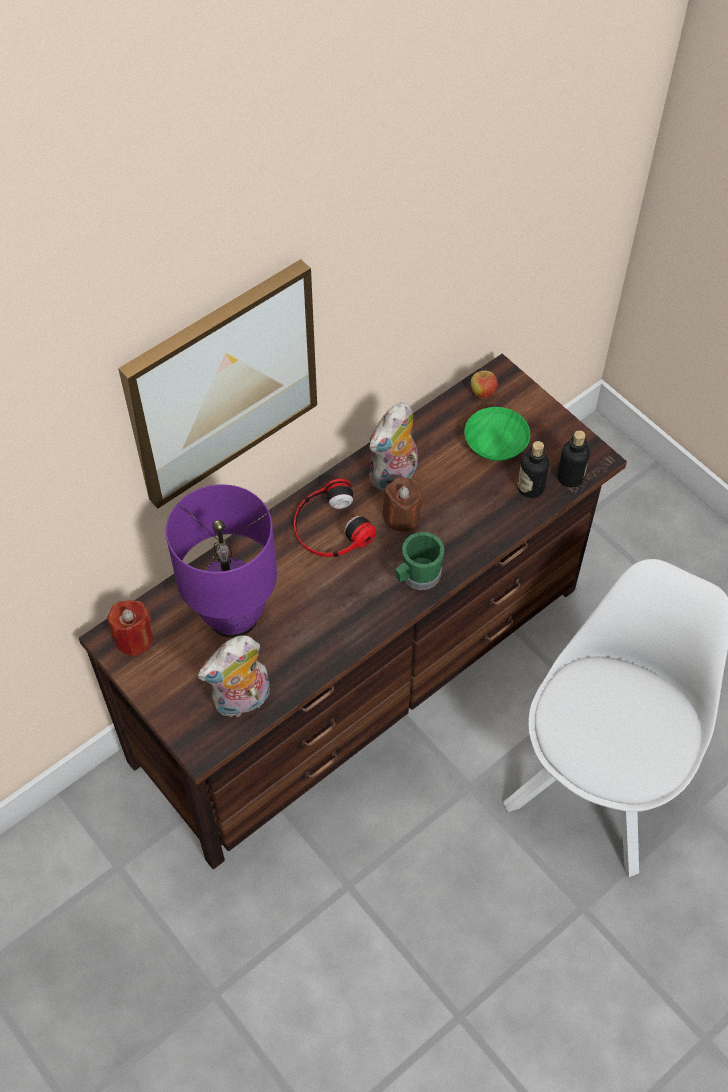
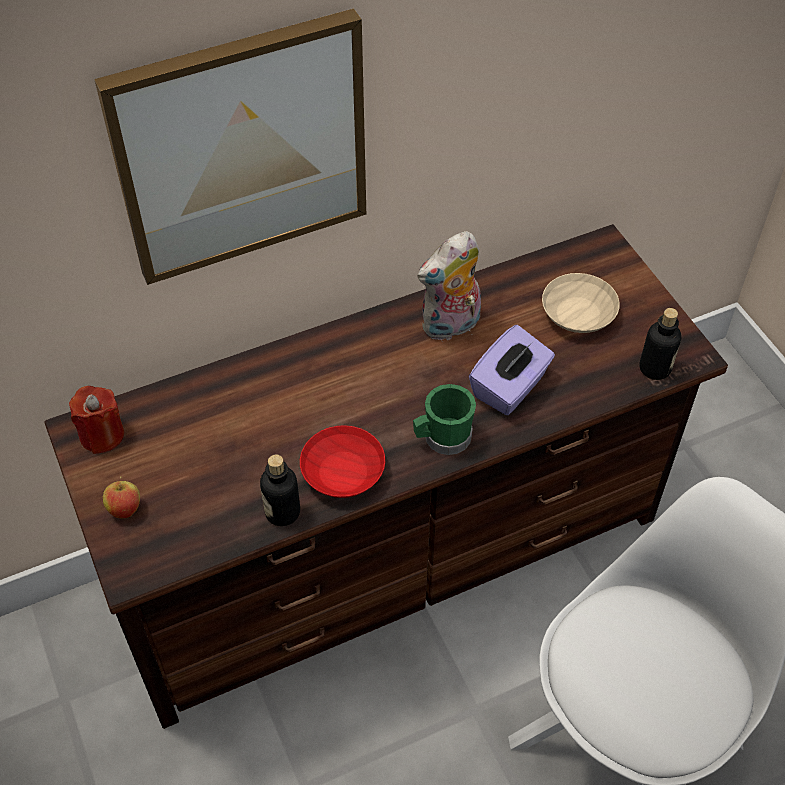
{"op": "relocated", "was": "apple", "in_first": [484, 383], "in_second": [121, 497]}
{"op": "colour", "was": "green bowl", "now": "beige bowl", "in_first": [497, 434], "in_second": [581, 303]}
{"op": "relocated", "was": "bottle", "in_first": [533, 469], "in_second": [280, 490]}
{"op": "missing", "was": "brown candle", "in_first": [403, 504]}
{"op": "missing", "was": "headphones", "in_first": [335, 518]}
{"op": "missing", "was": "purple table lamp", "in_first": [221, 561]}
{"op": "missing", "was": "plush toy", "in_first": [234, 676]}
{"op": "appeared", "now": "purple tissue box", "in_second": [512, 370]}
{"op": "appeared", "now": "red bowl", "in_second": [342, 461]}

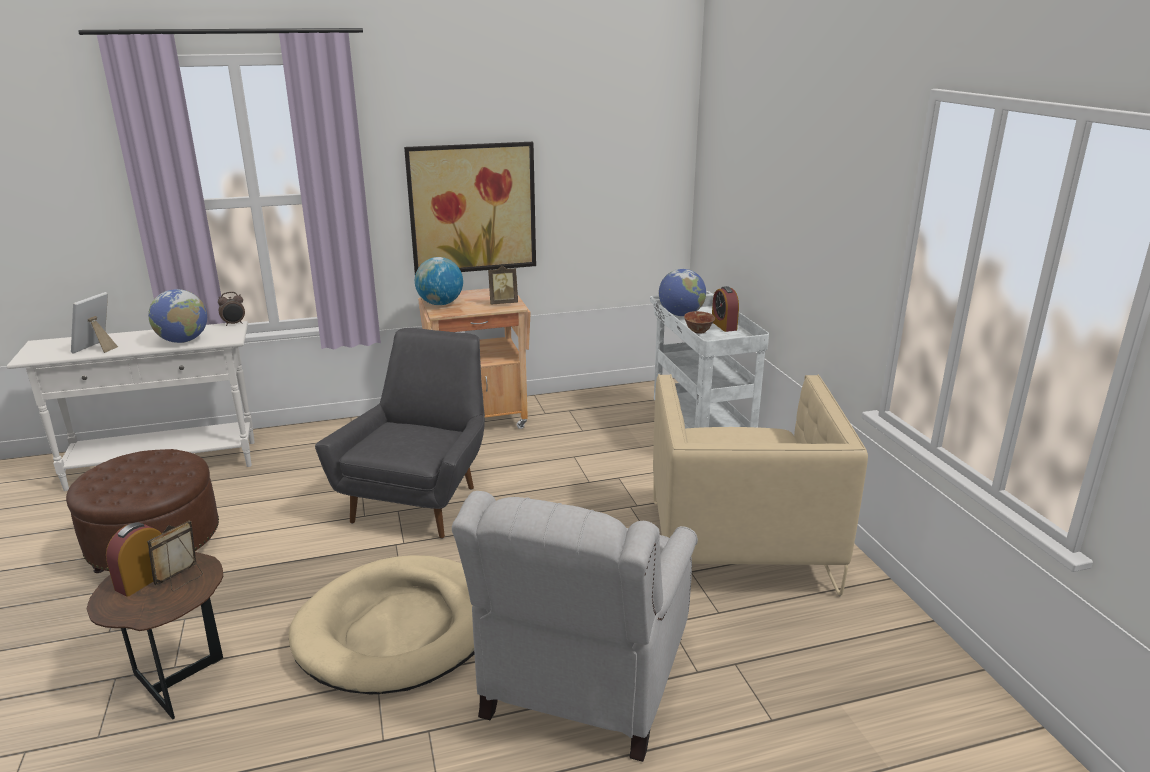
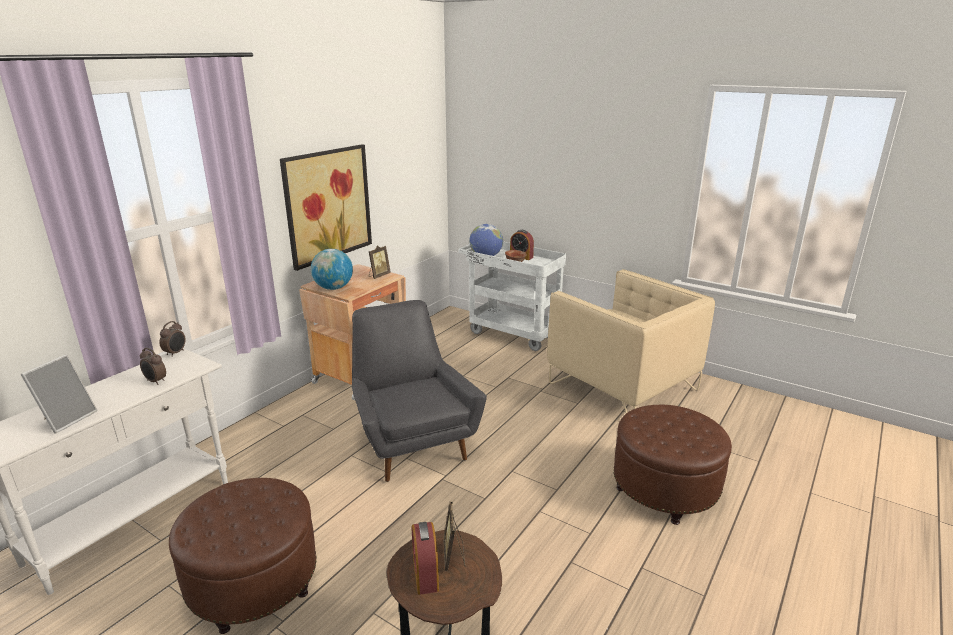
{"op": "exchanged", "was": "globe", "now": "alarm clock", "in_first": [177, 316], "in_second": [153, 366]}
{"op": "spun", "was": "picture frame", "in_first": [94, 323], "in_second": [59, 394], "clockwise": -135}
{"op": "exchanged", "was": "white armchair", "now": "brown ottoman", "in_first": [575, 626], "in_second": [672, 465]}
{"op": "missing", "was": "beige dog bed", "in_first": [381, 624]}

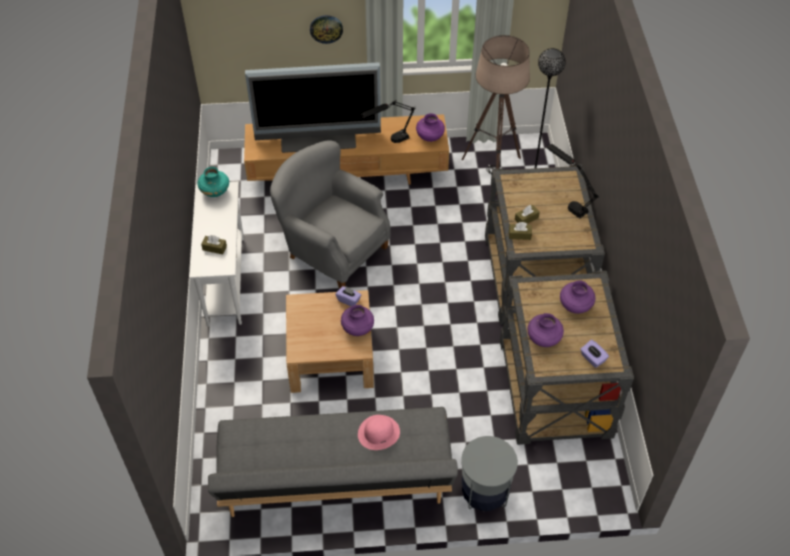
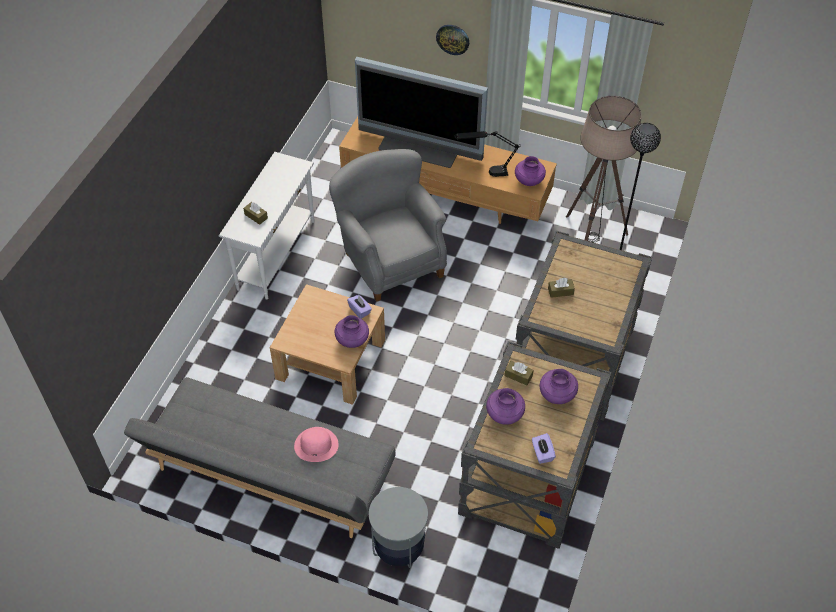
{"op": "missing", "was": "black table lamp", "in_first": [573, 181]}
{"op": "missing", "was": "turquoise vase", "in_first": [213, 182]}
{"op": "relocated", "was": "brown tissue box", "in_first": [520, 231], "in_second": [519, 373]}

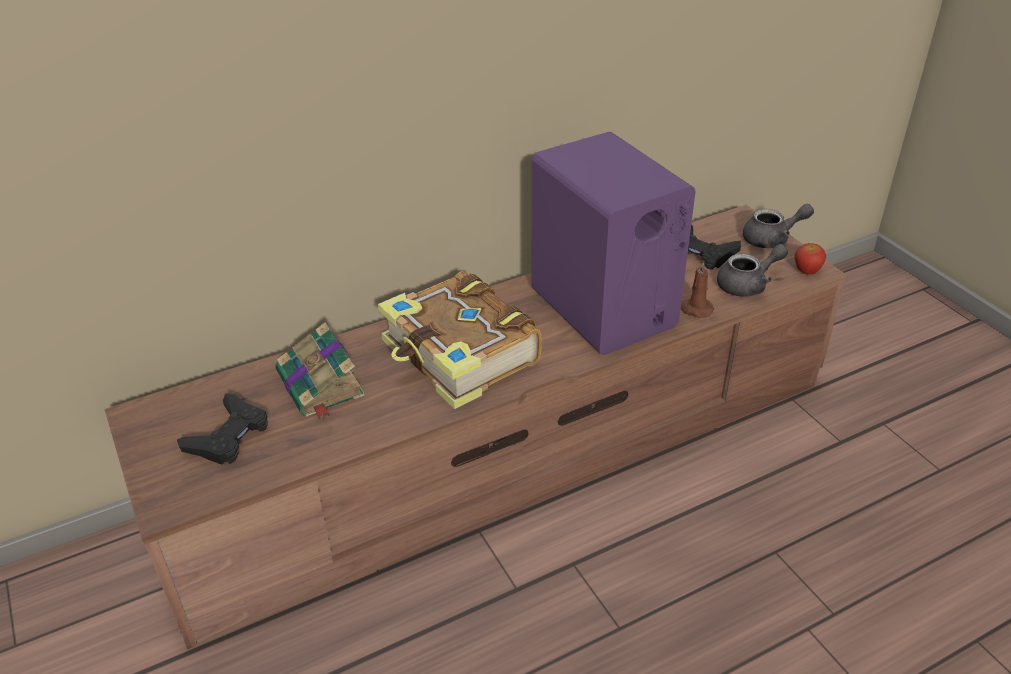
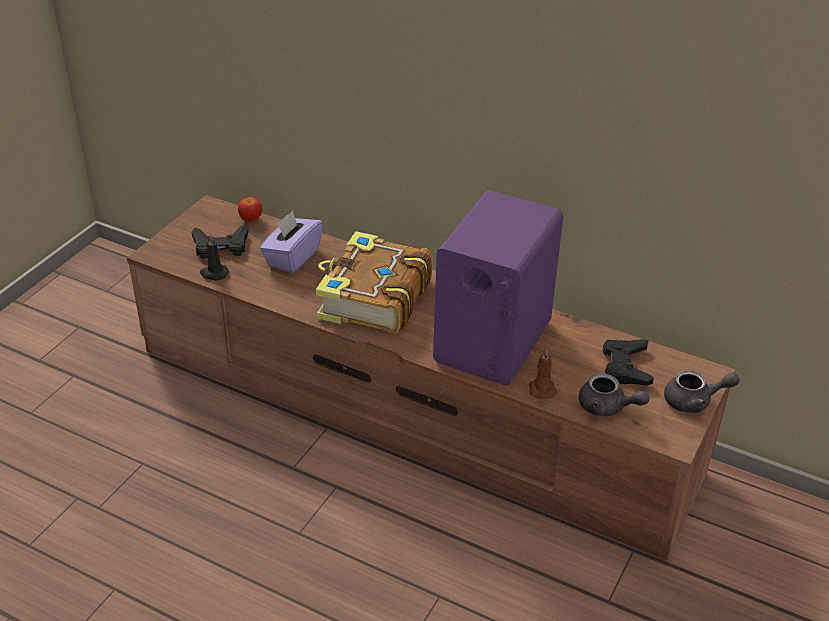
{"op": "spun", "was": "grey teapot", "in_first": [778, 226], "in_second": [702, 391], "clockwise": -45}
{"op": "relocated", "was": "apple", "in_first": [810, 259], "in_second": [250, 209]}
{"op": "exchanged", "was": "book", "now": "purple tissue box", "in_first": [320, 371], "in_second": [291, 241]}
{"op": "appeared", "now": "black candle", "in_second": [214, 257]}

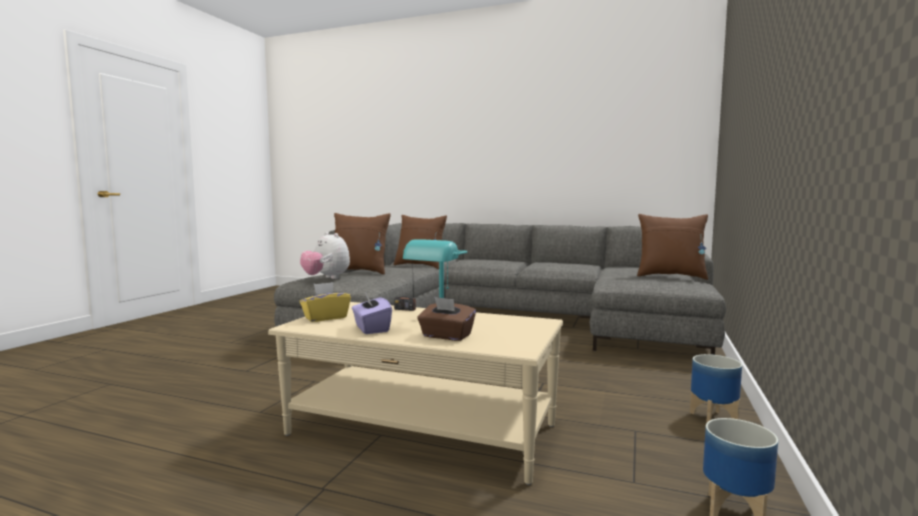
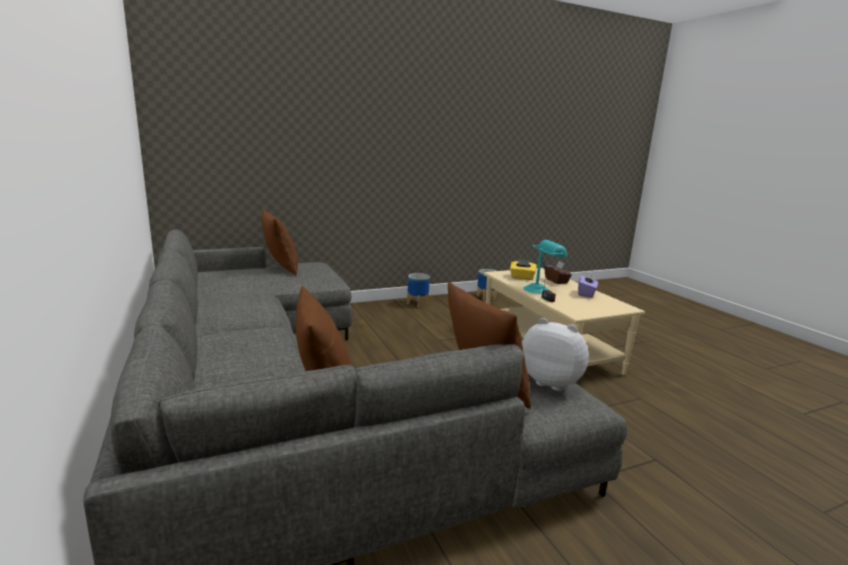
{"op": "spun", "was": "plush toy", "in_first": [325, 255], "in_second": [555, 354], "clockwise": -60}
{"op": "relocated", "was": "yellow tissue box", "in_first": [325, 302], "in_second": [523, 269]}

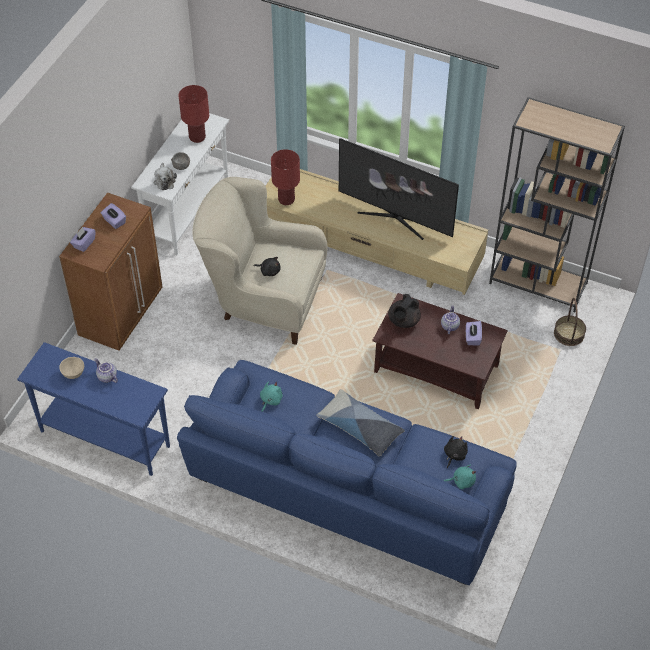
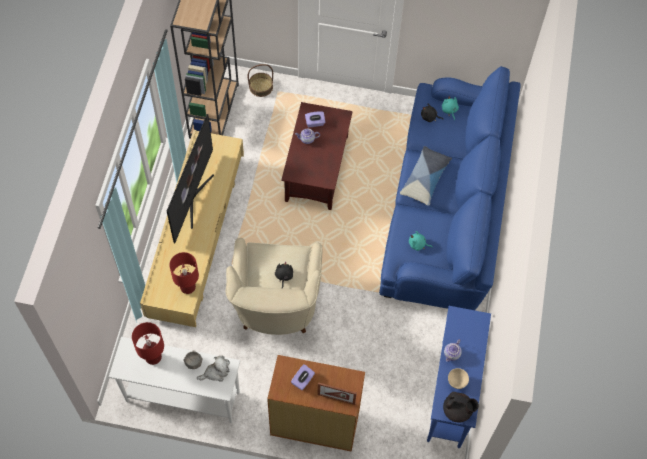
{"op": "exchanged", "was": "purple tissue box", "now": "picture frame", "in_first": [83, 239], "in_second": [337, 393]}
{"op": "relocated", "was": "black teapot", "in_first": [404, 311], "in_second": [461, 407]}

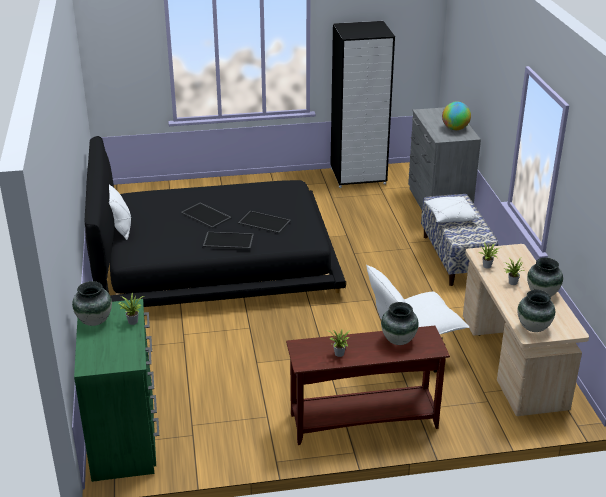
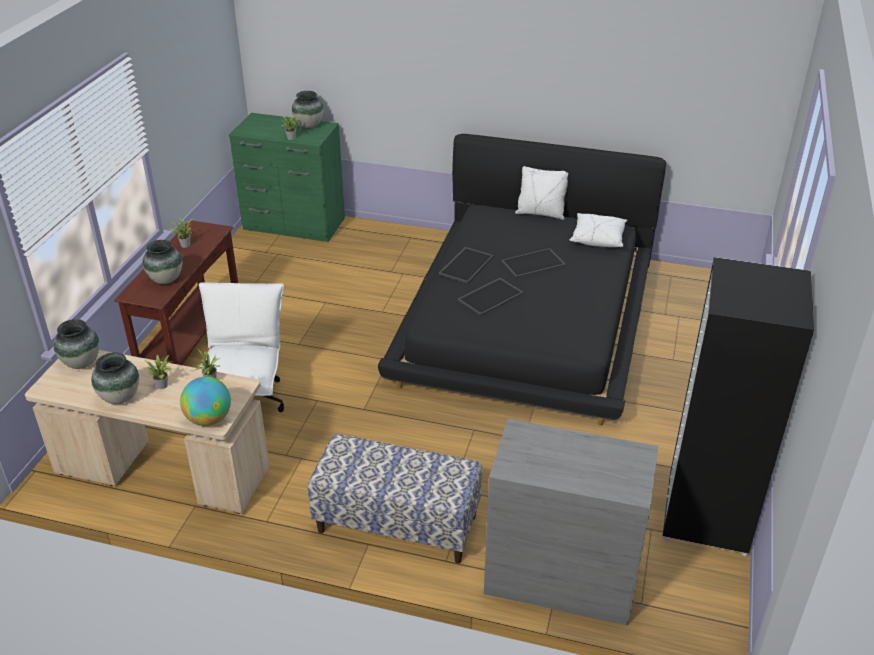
{"op": "relocated", "was": "globe", "in_first": [456, 115], "in_second": [205, 401]}
{"op": "relocated", "was": "white pillow", "in_first": [452, 209], "in_second": [598, 230]}

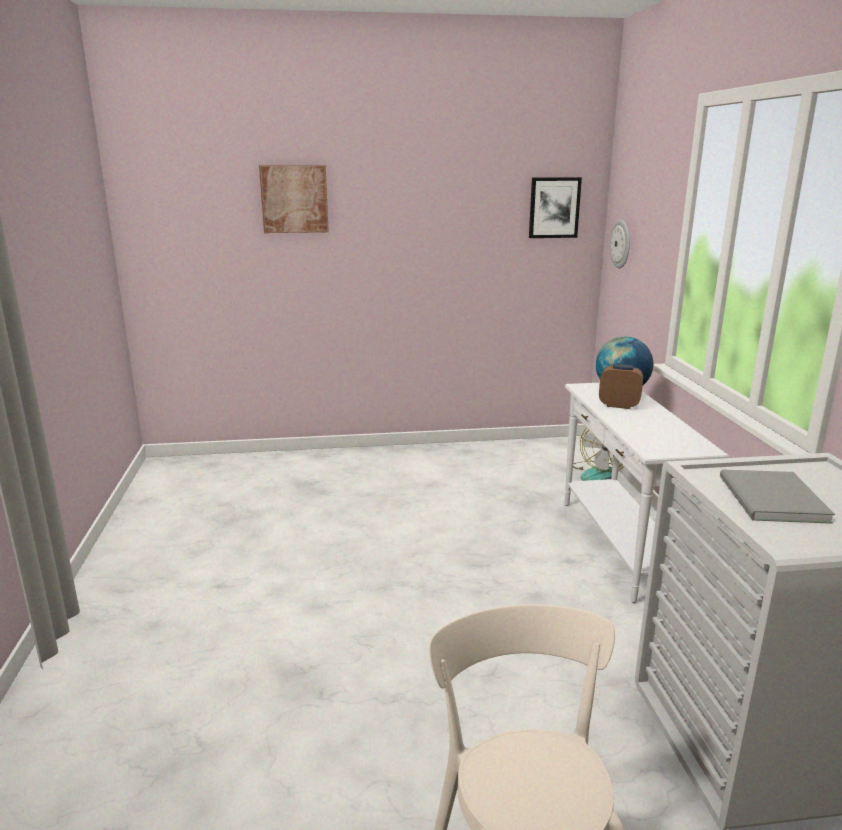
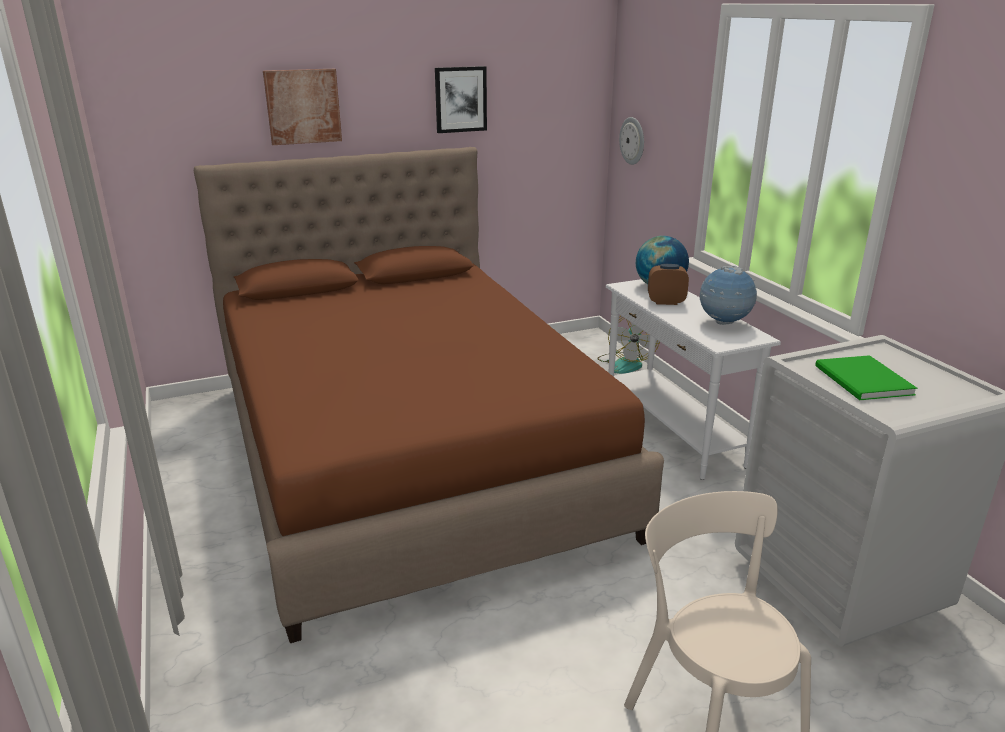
{"op": "relocated", "was": "picture", "in_first": [555, 207], "in_second": [461, 99]}
{"op": "colour", "was": "grey book", "now": "green book", "in_first": [777, 497], "in_second": [866, 377]}
{"op": "appeared", "now": "brown bed", "in_second": [428, 395]}
{"op": "appeared", "now": "globe", "in_second": [728, 295]}

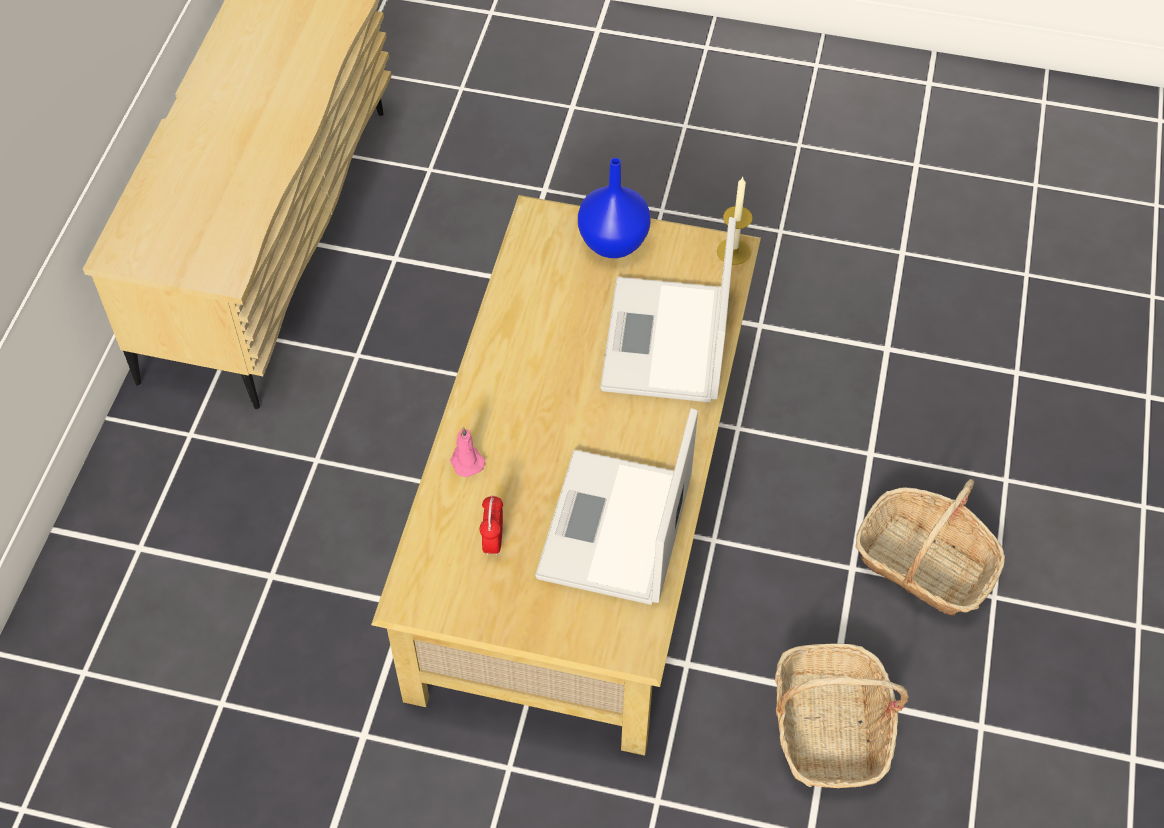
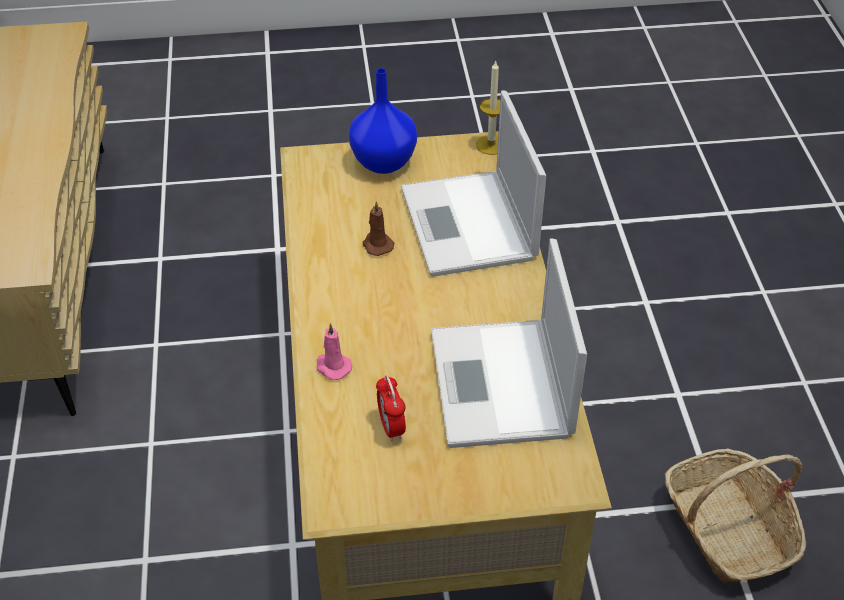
{"op": "missing", "was": "basket", "in_first": [930, 547]}
{"op": "appeared", "now": "brown candle", "in_second": [378, 228]}

